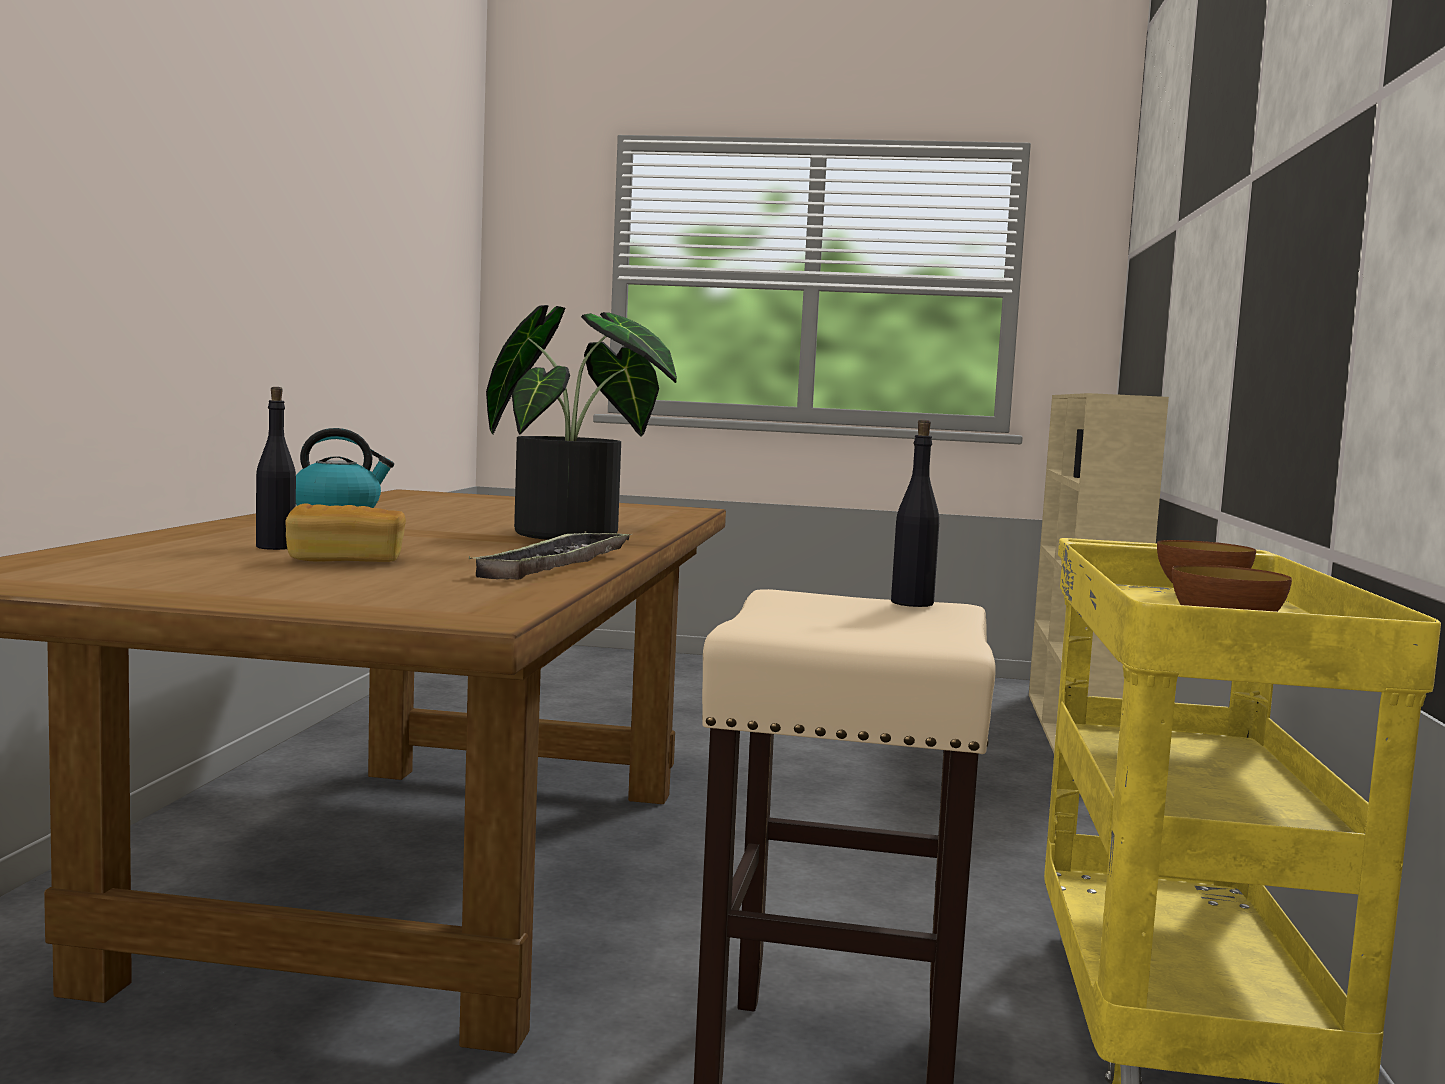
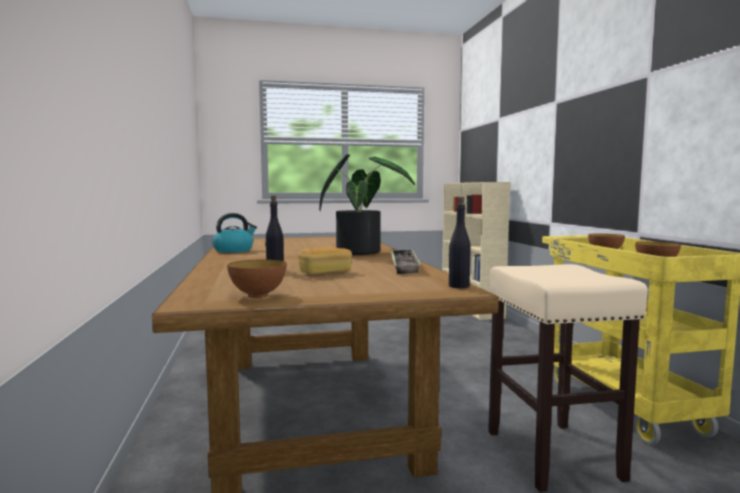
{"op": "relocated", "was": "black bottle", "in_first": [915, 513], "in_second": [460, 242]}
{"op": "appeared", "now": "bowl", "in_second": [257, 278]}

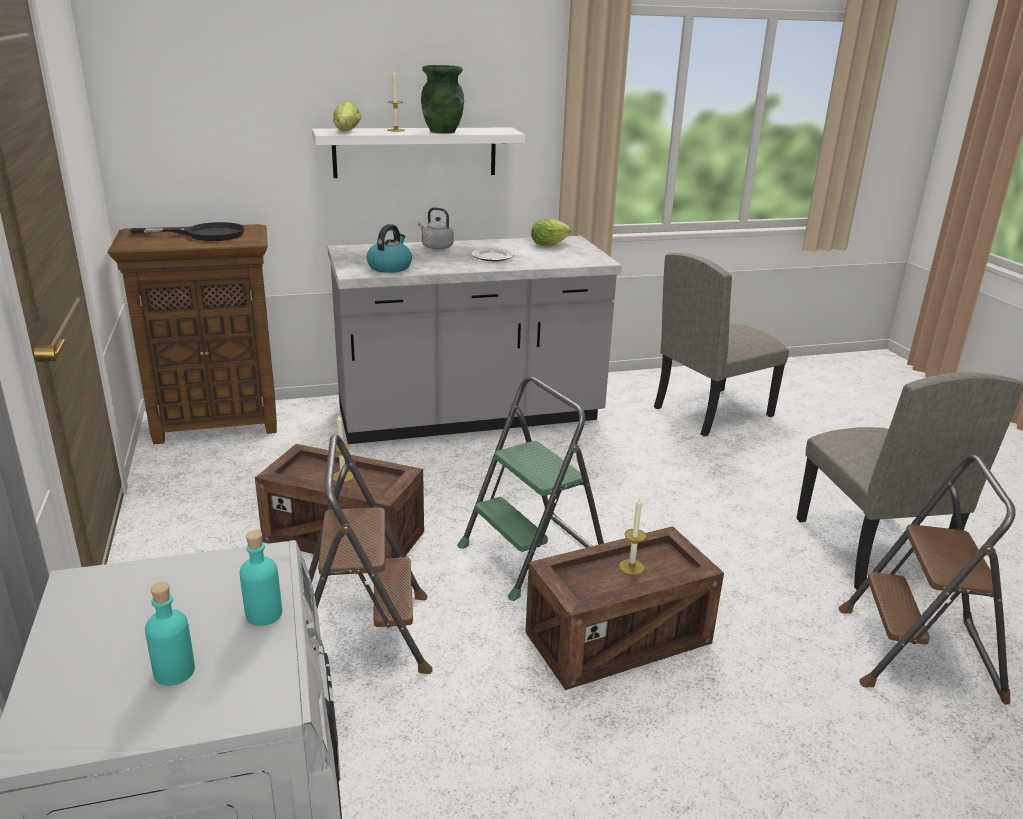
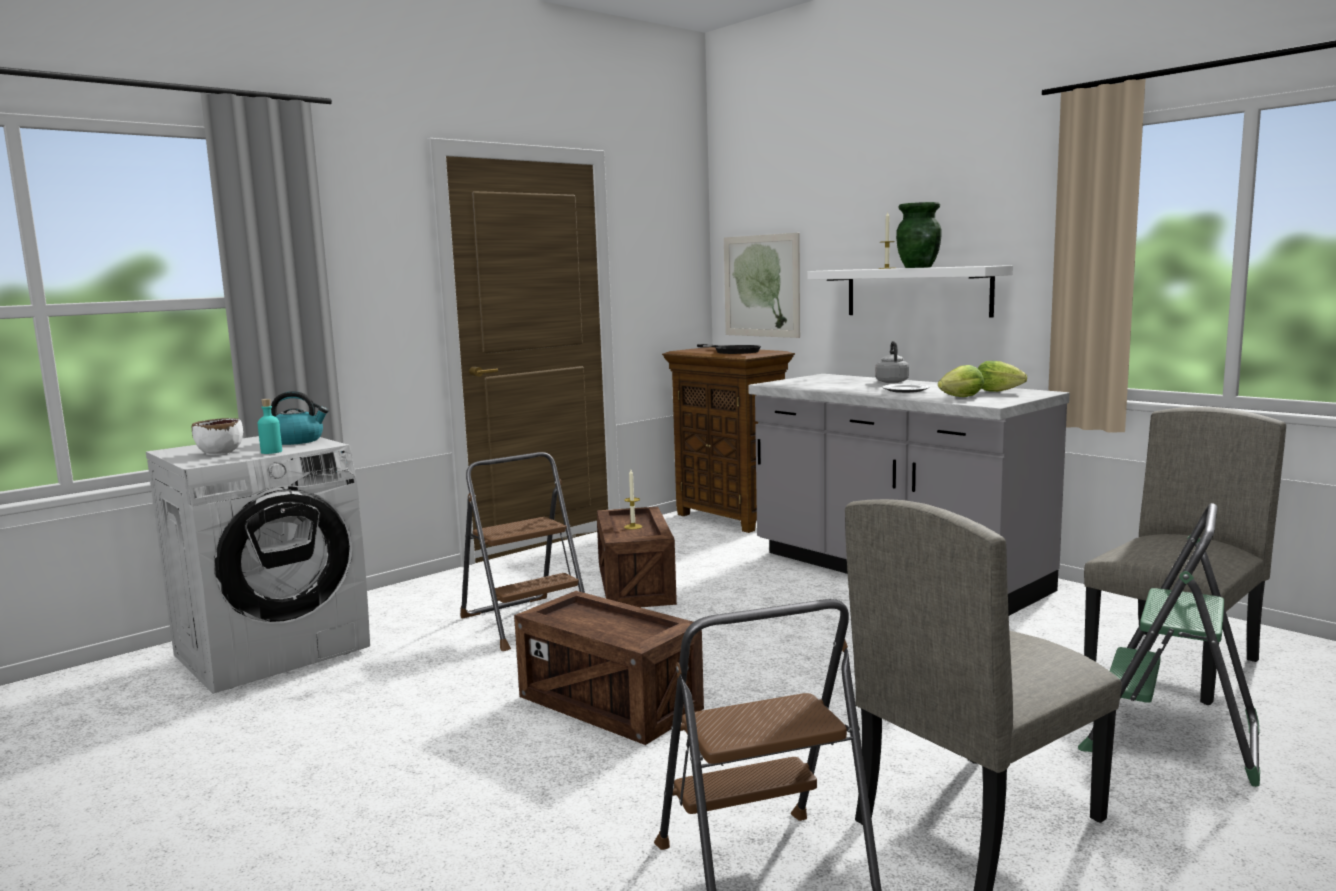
{"op": "relocated", "was": "lettuce", "in_first": [347, 116], "in_second": [961, 381]}
{"op": "relocated", "was": "kettle", "in_first": [389, 248], "in_second": [300, 418]}
{"op": "spun", "was": "beige chair", "in_first": [721, 345], "in_second": [1185, 556], "clockwise": 105}
{"op": "relocated", "was": "green step ladder", "in_first": [530, 488], "in_second": [1169, 645]}
{"op": "missing", "was": "candle", "in_first": [632, 536]}
{"op": "exchanged", "was": "turquoise bottle", "now": "white bowl", "in_first": [170, 634], "in_second": [217, 436]}
{"op": "appeared", "now": "picture", "in_second": [762, 285]}

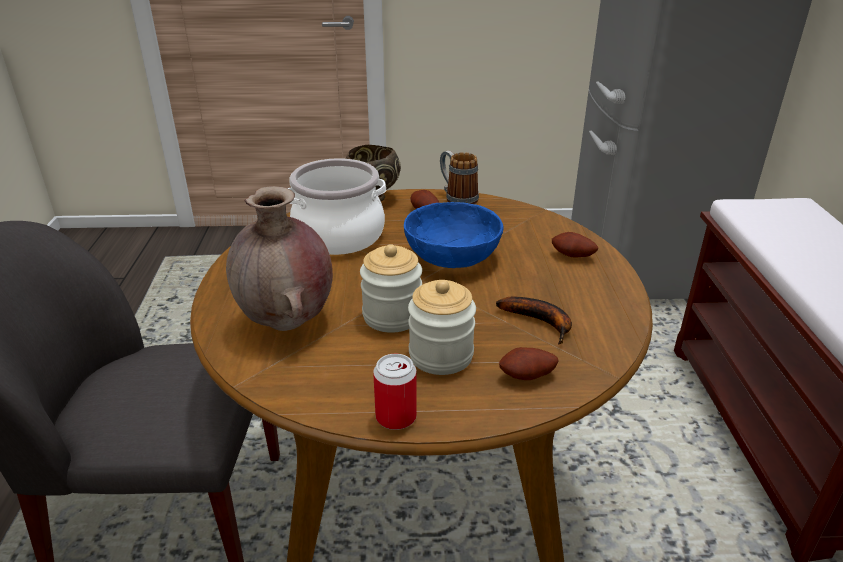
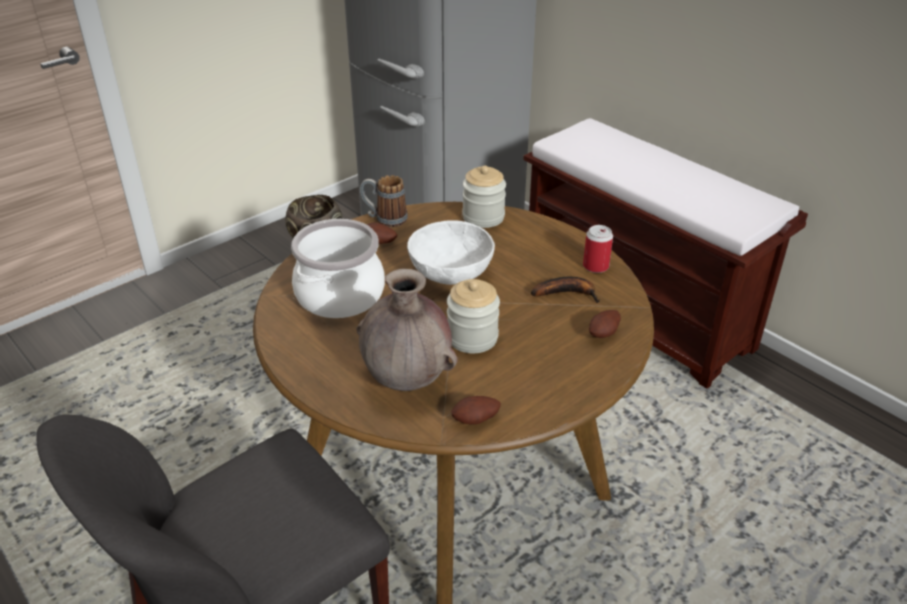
{"op": "colour", "was": "blue bowl", "now": "white bowl", "in_first": [453, 235], "in_second": [451, 252]}
{"op": "relocated", "was": "potato", "in_first": [575, 244], "in_second": [476, 410]}
{"op": "relocated", "was": "jar", "in_first": [442, 327], "in_second": [484, 196]}
{"op": "relocated", "was": "can", "in_first": [395, 392], "in_second": [598, 249]}

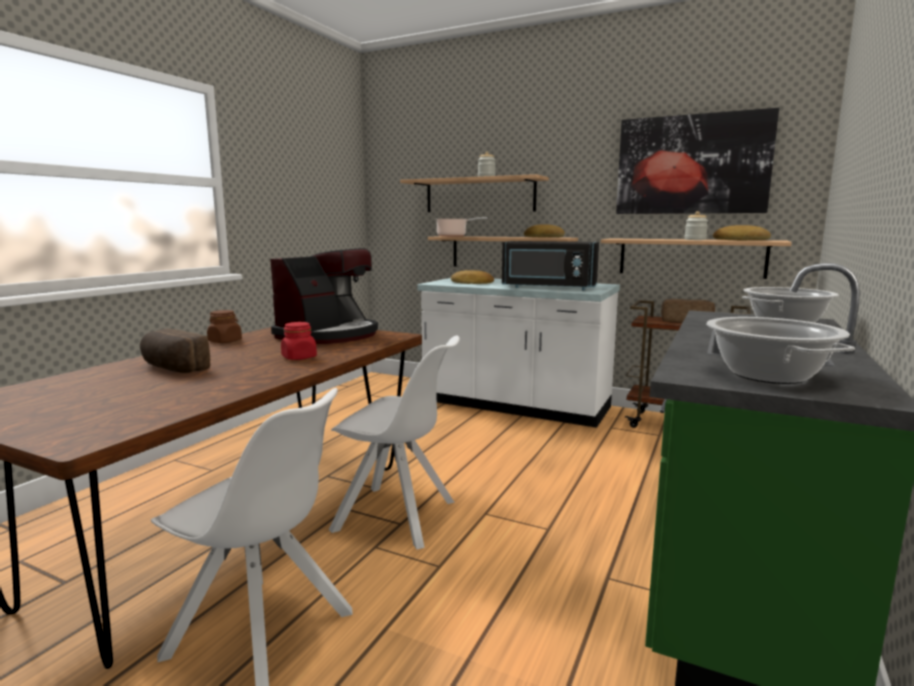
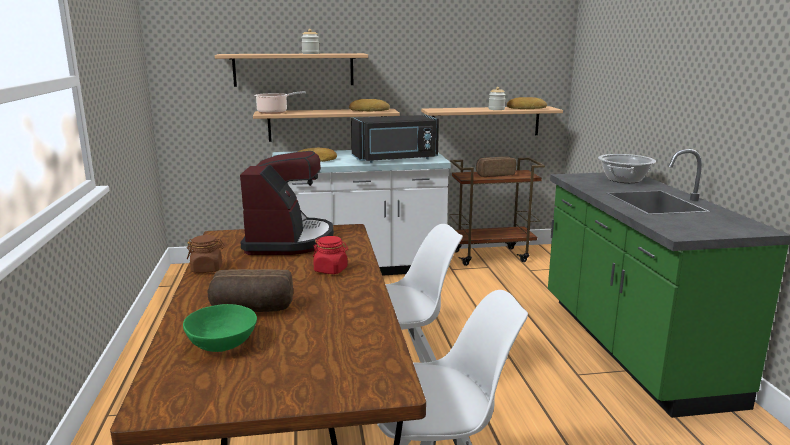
{"op": "missing", "was": "picture", "in_first": [697, 161]}
{"op": "missing", "was": "cooking pot", "in_first": [780, 350]}
{"op": "appeared", "now": "green bowl", "in_second": [220, 328]}

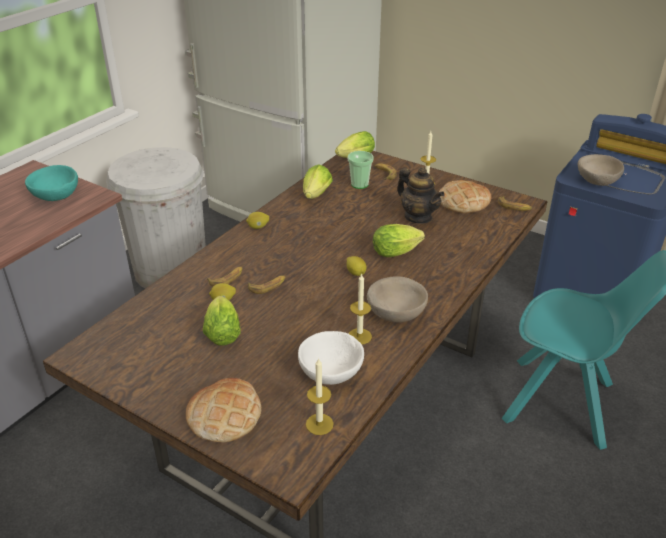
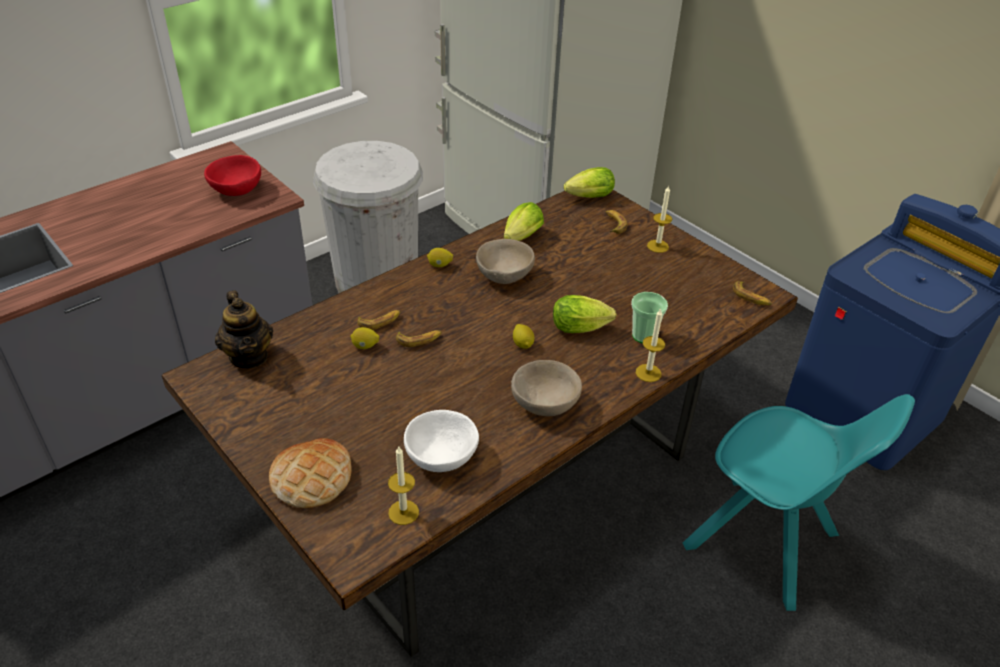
{"op": "relocated", "was": "cup", "in_first": [361, 170], "in_second": [649, 317]}
{"op": "relocated", "was": "beige bowl", "in_first": [601, 170], "in_second": [505, 261]}
{"op": "colour", "was": "turquoise bowl", "now": "red bowl", "in_first": [51, 183], "in_second": [232, 175]}
{"op": "relocated", "was": "teapot", "in_first": [421, 195], "in_second": [244, 329]}
{"op": "missing", "was": "bread", "in_first": [465, 196]}
{"op": "relocated", "was": "candle", "in_first": [360, 309], "in_second": [650, 345]}
{"op": "missing", "was": "lettuce", "in_first": [222, 321]}

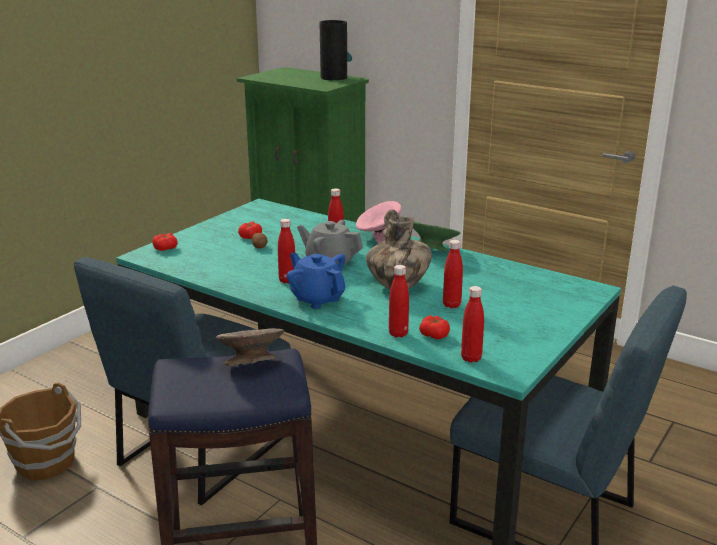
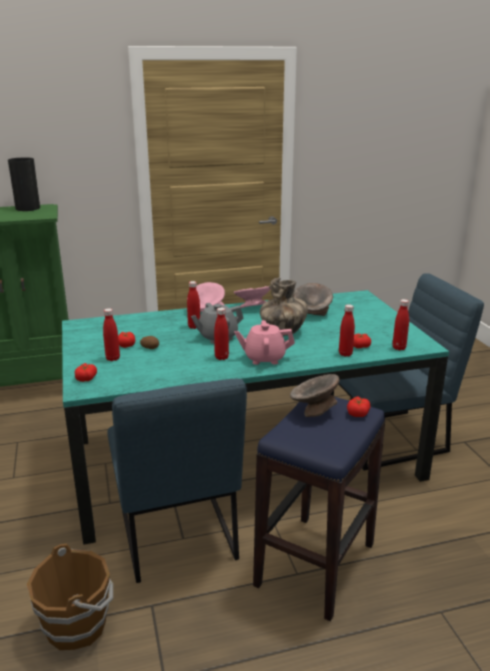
{"op": "colour", "was": "green bowl", "now": "pink bowl", "in_first": [436, 236], "in_second": [252, 297]}
{"op": "relocated", "was": "red bottle", "in_first": [453, 274], "in_second": [111, 334]}
{"op": "colour", "was": "blue teapot", "now": "pink teapot", "in_first": [316, 281], "in_second": [265, 342]}
{"op": "appeared", "now": "grey bowl", "in_second": [313, 299]}
{"op": "appeared", "now": "tomato", "in_second": [358, 406]}

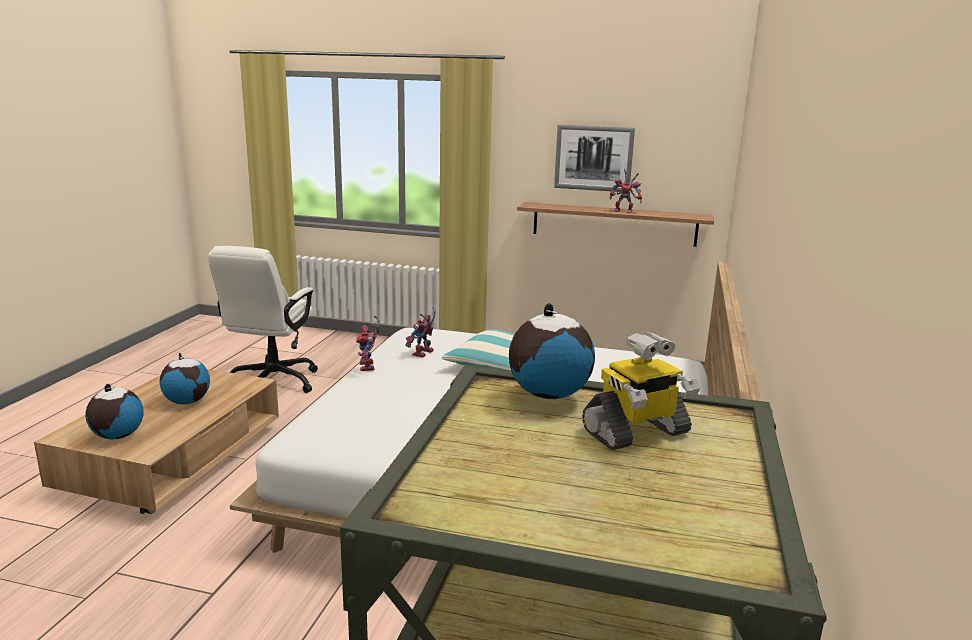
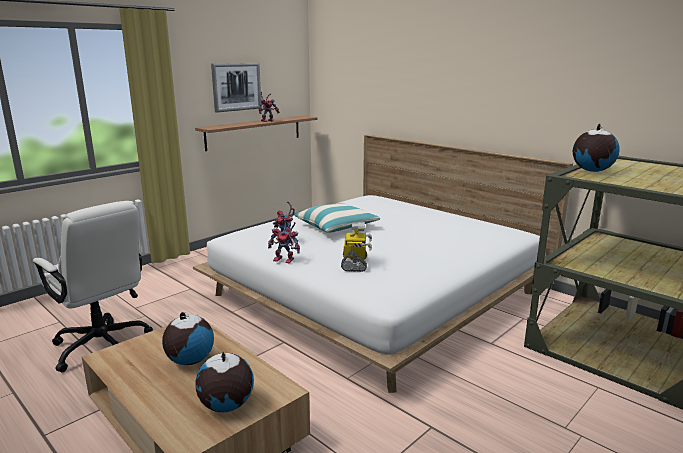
{"op": "relocated", "was": "toy robot", "in_first": [641, 390], "in_second": [356, 247]}

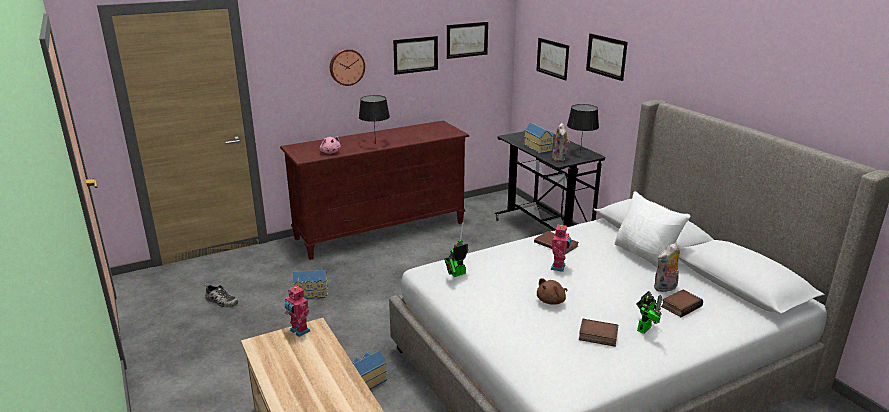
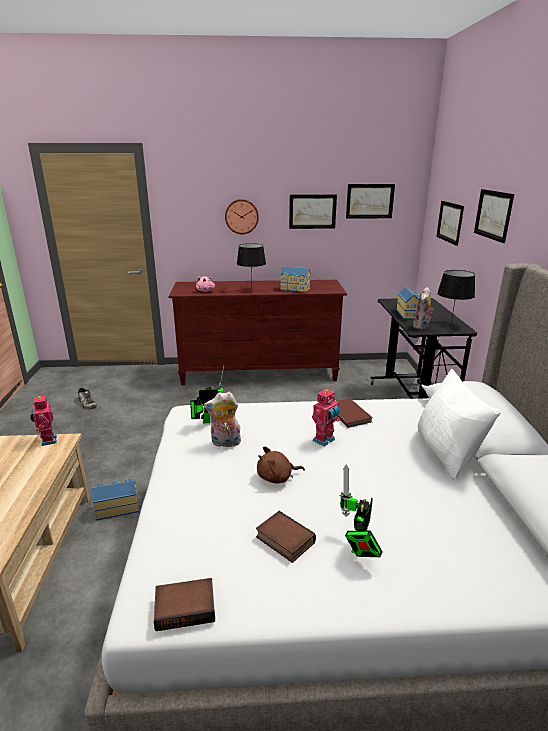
{"op": "relocated", "was": "plush toy", "in_first": [667, 267], "in_second": [222, 419]}
{"op": "relocated", "was": "toy house", "in_first": [310, 284], "in_second": [295, 279]}
{"op": "relocated", "was": "book", "in_first": [682, 303], "in_second": [184, 604]}
{"op": "spun", "was": "toy robot", "in_first": [649, 312], "in_second": [360, 510], "clockwise": 135}

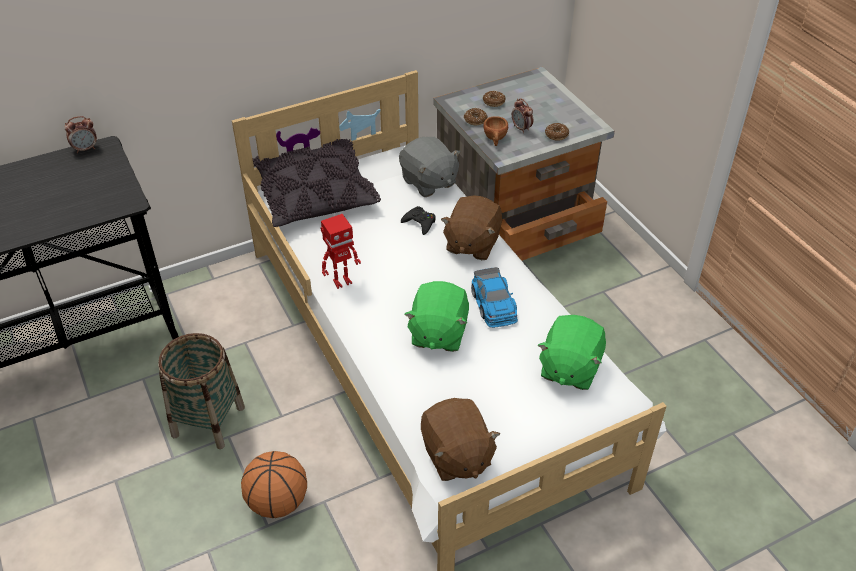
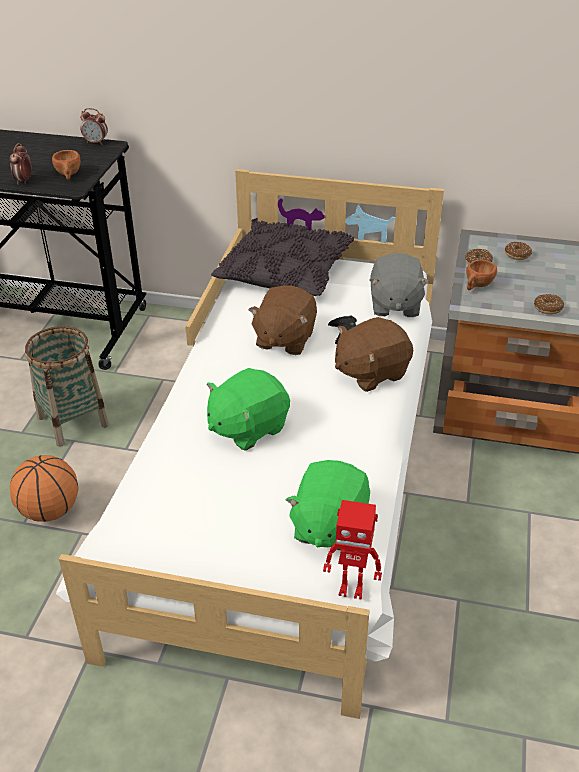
{"op": "relocated", "was": "alarm clock", "in_first": [522, 115], "in_second": [20, 164]}
{"op": "relocated", "was": "toy robot", "in_first": [340, 251], "in_second": [352, 550]}
{"op": "missing", "was": "toy car", "in_first": [494, 297]}
{"op": "spun", "was": "green plush toy", "in_first": [572, 352], "in_second": [328, 505], "clockwise": -45}
{"op": "relocated", "was": "brown plush toy", "in_first": [460, 439], "in_second": [283, 320]}
{"op": "appeared", "now": "brown cup", "in_second": [66, 165]}

